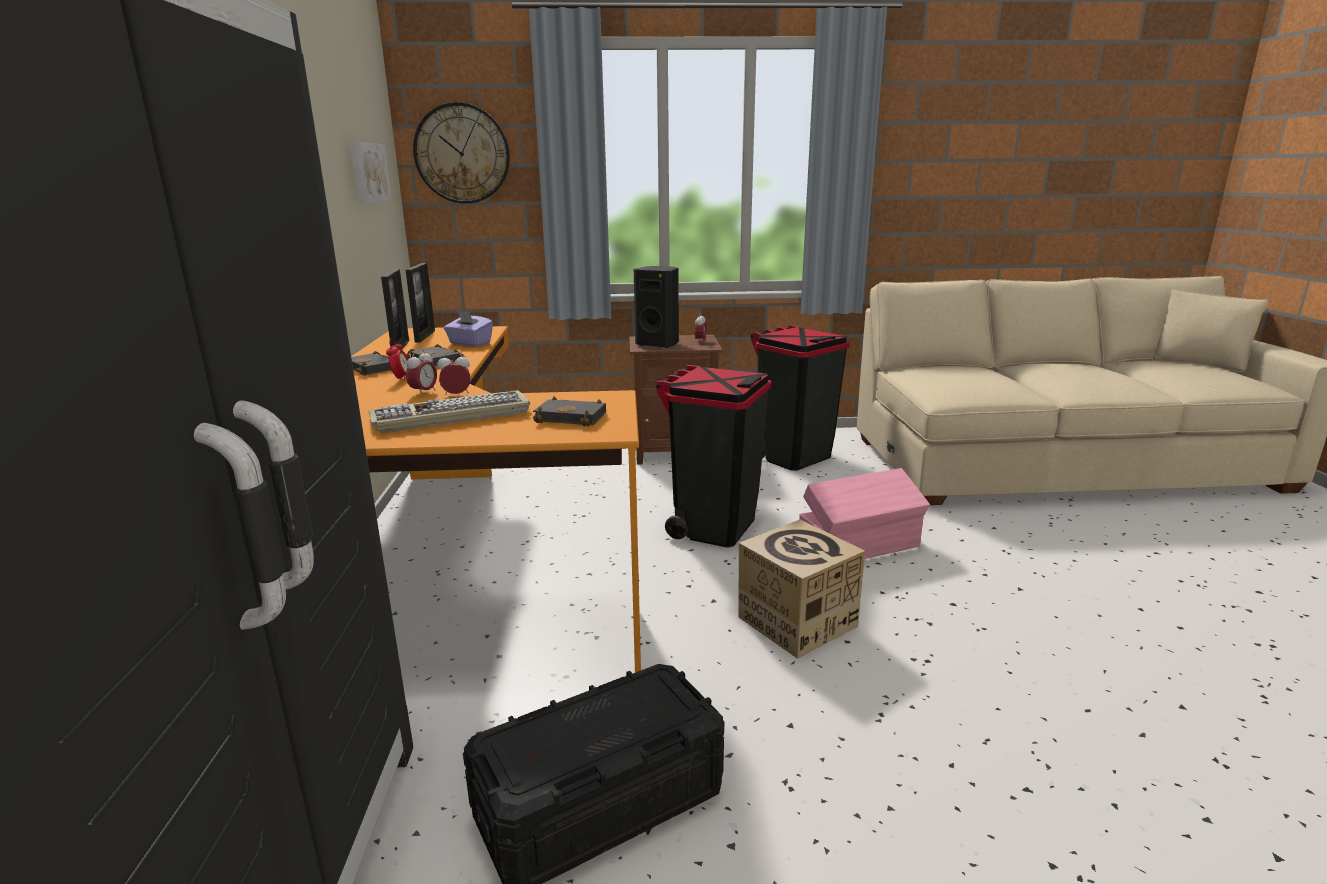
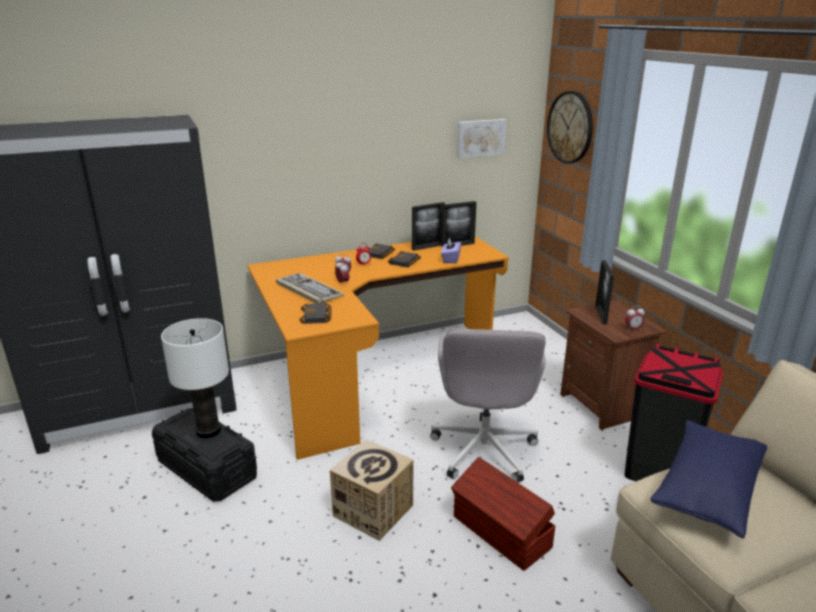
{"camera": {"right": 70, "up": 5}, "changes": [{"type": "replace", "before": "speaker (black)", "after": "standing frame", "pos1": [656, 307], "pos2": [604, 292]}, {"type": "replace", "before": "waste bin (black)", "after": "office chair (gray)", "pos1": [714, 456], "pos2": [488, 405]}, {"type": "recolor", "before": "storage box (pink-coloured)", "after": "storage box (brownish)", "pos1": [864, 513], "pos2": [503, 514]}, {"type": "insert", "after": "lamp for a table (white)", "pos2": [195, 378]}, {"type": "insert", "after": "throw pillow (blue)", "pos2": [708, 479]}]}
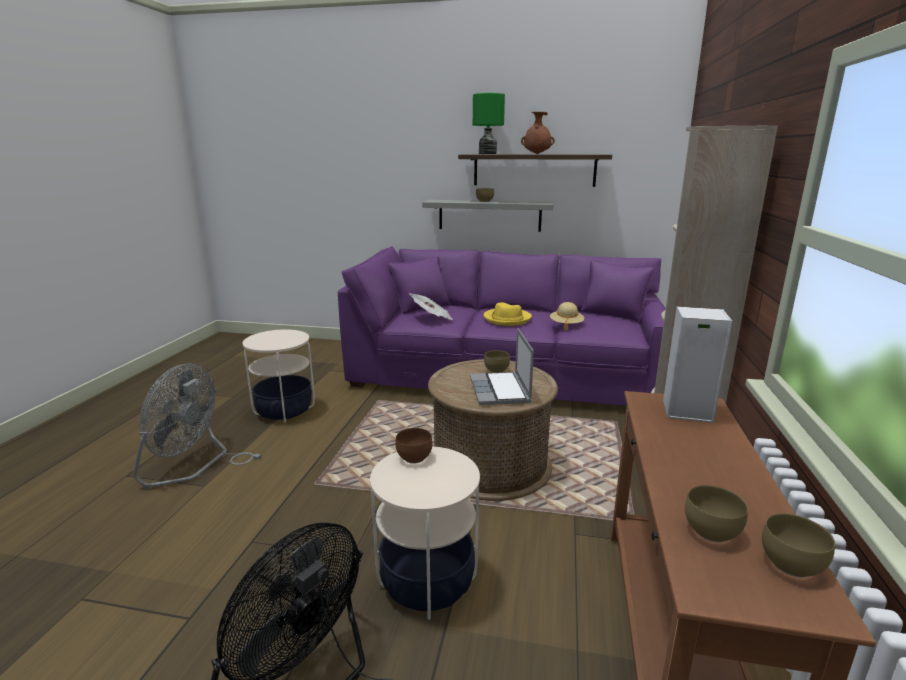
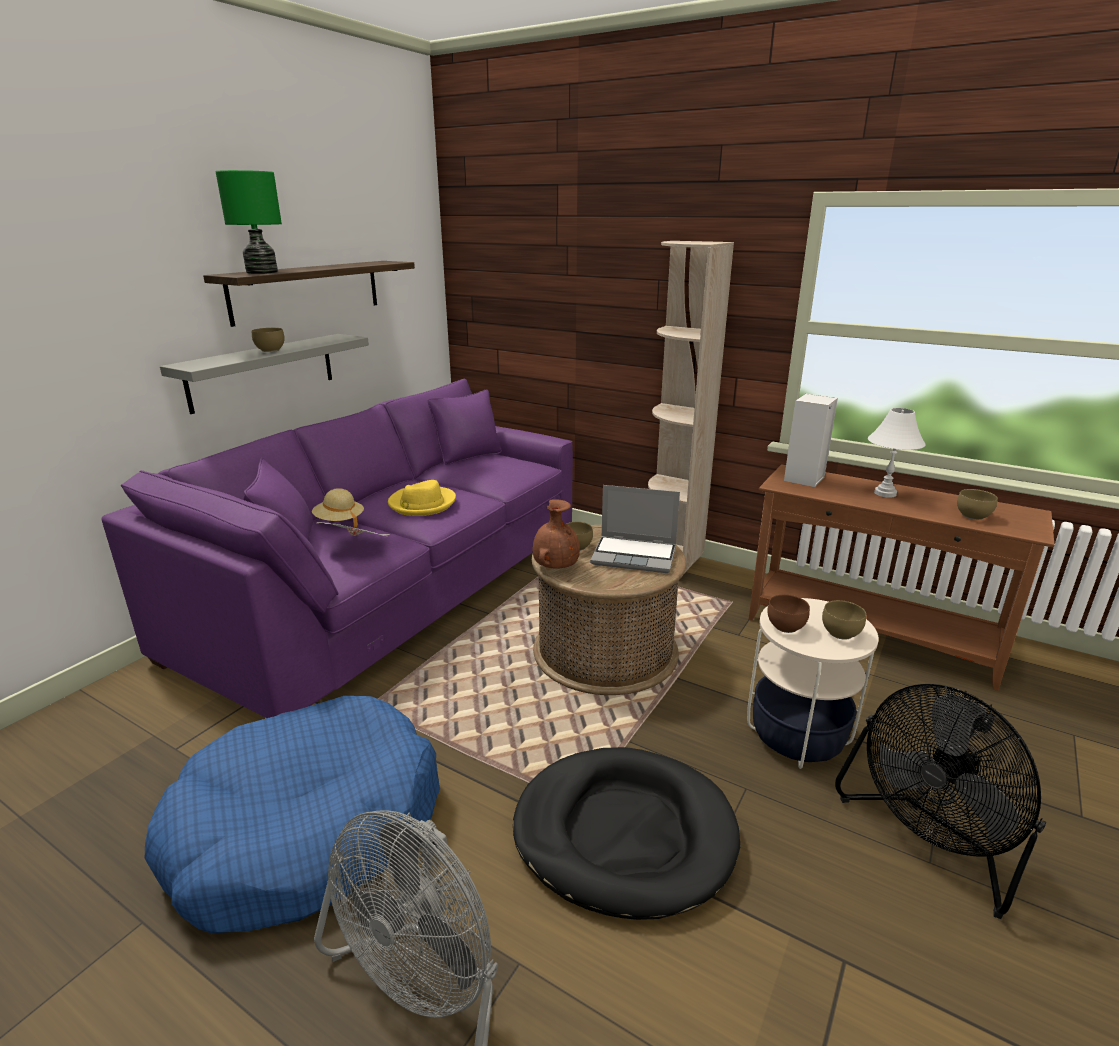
{"camera": {"right": -70, "up": 5}, "changes": [{"type": "replace", "before": "end table (sand-coloured)", "after": "dog cushion (blue)", "pos1": [279, 376], "pos2": [292, 814]}, {"type": "move", "before": "flower vase (brownish)", "pos1": [538, 133], "pos2": [556, 534]}, {"type": "move", "before": "wearable hat (sand-coloured)", "pos1": [567, 316], "pos2": [338, 507]}, {"type": "move", "before": "serving bowl (brownish)", "pos1": [798, 545], "pos2": [844, 620]}, {"type": "insert", "after": "dog cushion (black)", "pos2": [627, 833]}, {"type": "insert", "after": "lamp for a table (white)", "pos2": [897, 453]}]}
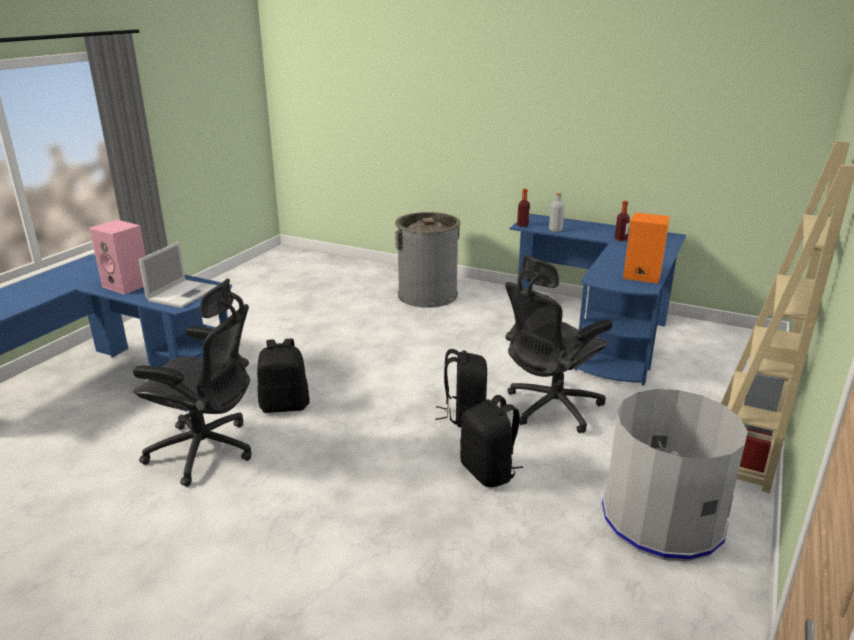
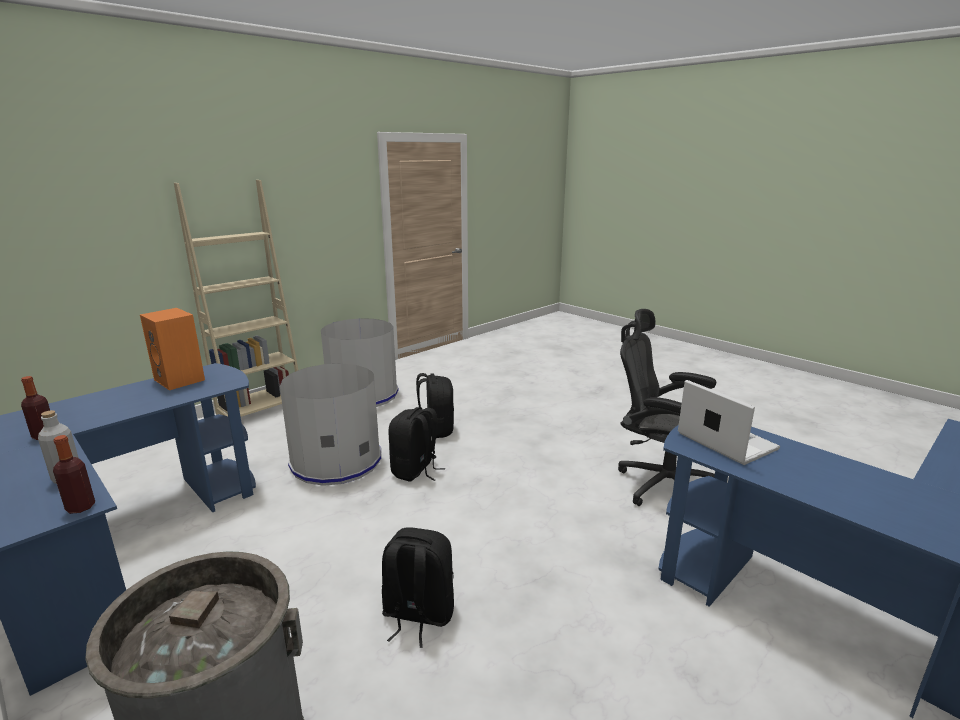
{"camera": {"right": -160, "up": -5}, "changes": [{"type": "delete", "before": "speaker (pink-coloured)", "pos1": [117, 257]}, {"type": "rotate", "before": "laptop", "pos1": [178, 275], "pos2": [729, 422], "turn": 105}, {"type": "move", "before": "backpack (black)", "pos1": [283, 376], "pos2": [418, 587]}, {"type": "replace", "before": "office chair", "after": "waste bin (gray)", "pos1": [558, 344], "pos2": [330, 424]}]}
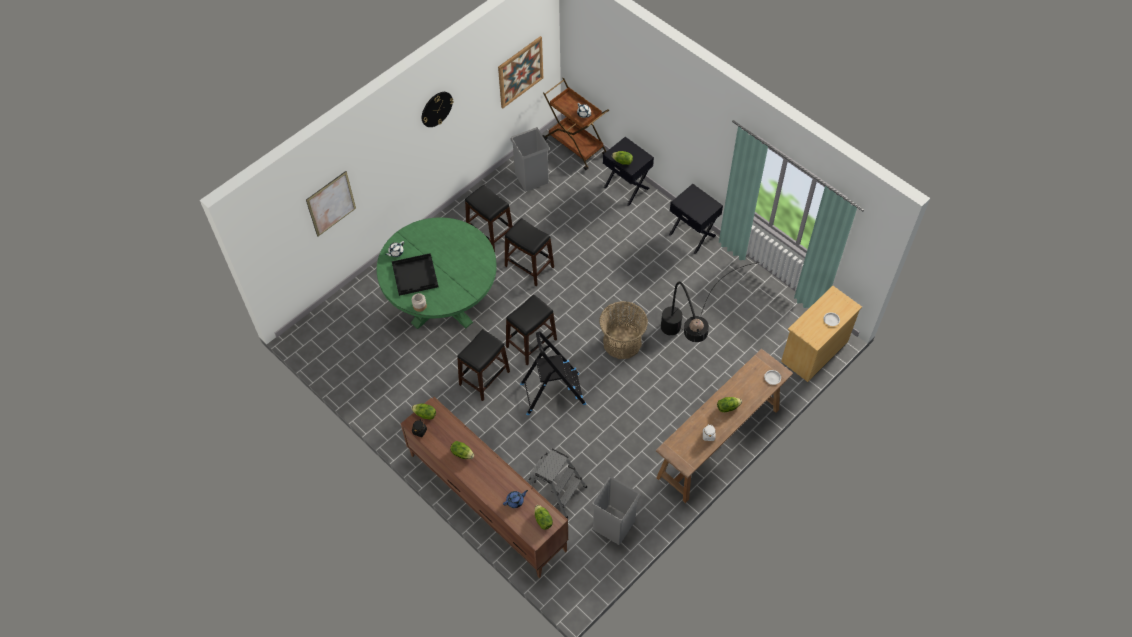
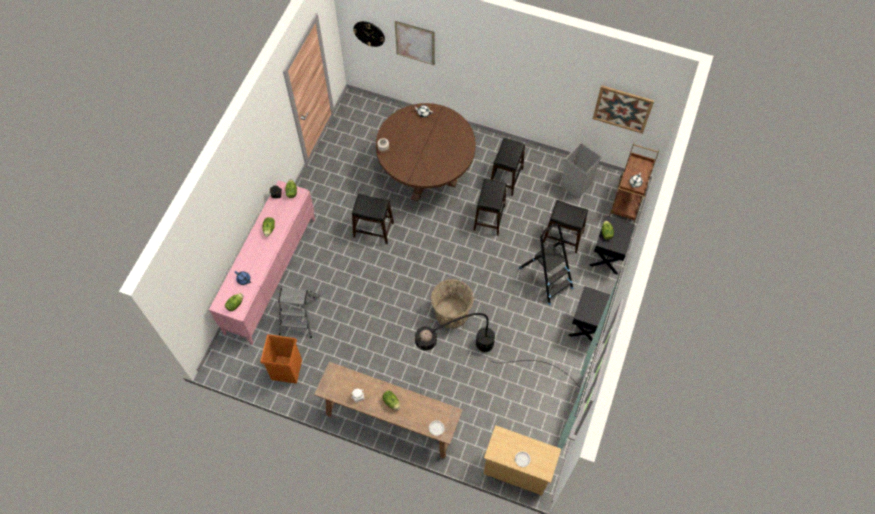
{"camera": {"right": 65, "up": 5}, "changes": [{"type": "recolor", "before": "dining table (greenish)", "after": "dining table (brownish)", "pos1": [437, 273], "pos2": [426, 152]}, {"type": "delete", "before": "serving tray (black)", "pos1": [415, 274]}, {"type": "recolor", "before": "cabinet (brownish)", "after": "cabinet (pink-coloured)", "pos1": [484, 487], "pos2": [262, 262]}, {"type": "move", "before": "clock on the wall", "pos1": [438, 109], "pos2": [369, 34]}, {"type": "move", "before": "stool seat (black)", "pos1": [531, 330], "pos2": [565, 226]}, {"type": "move", "before": "stepladder (black)", "pos1": [553, 373], "pos2": [546, 264]}, {"type": "recolor", "before": "waste bin (gray)", "after": "waste bin (orange-coloured)", "pos1": [615, 510], "pos2": [281, 359]}]}
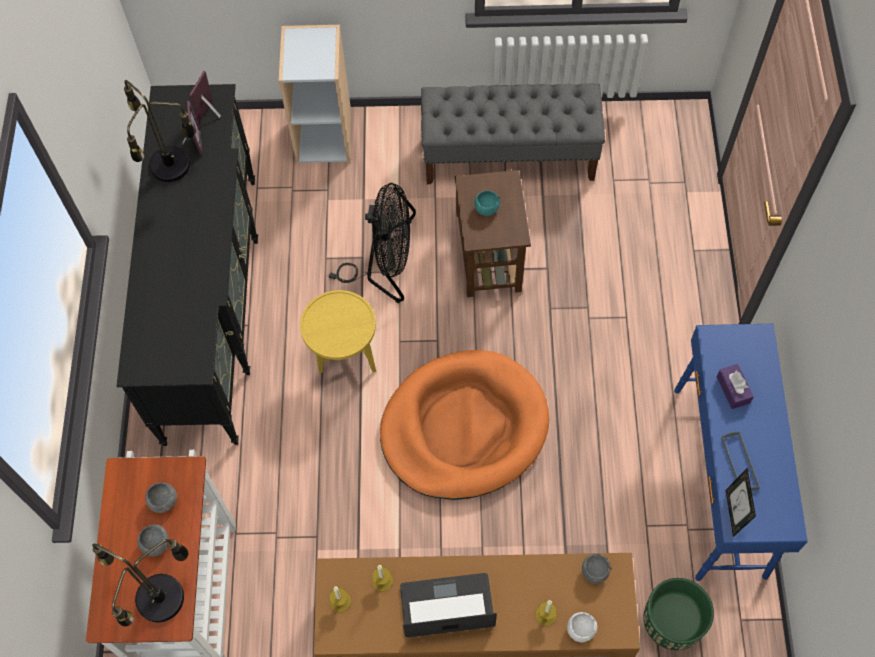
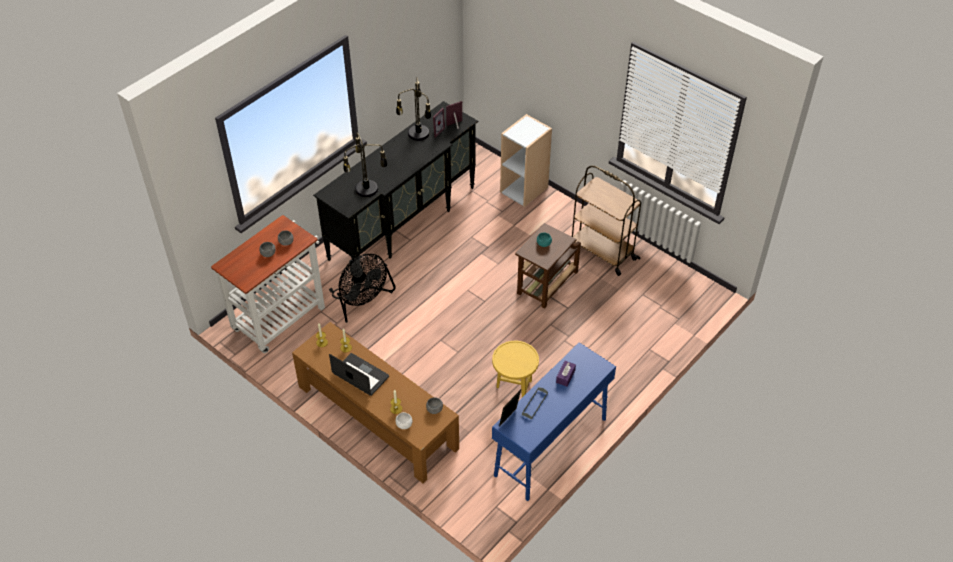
{"camera": {"right": 40, "up": -15}, "changes": [{"type": "move", "before": "lamp for a table", "pos1": [140, 582], "pos2": [365, 164]}, {"type": "move", "before": "end table (yellowish)", "pos1": [338, 331], "pos2": [515, 369]}, {"type": "move", "before": "electric fan (black)", "pos1": [372, 243], "pos2": [362, 288]}, {"type": "delete", "before": "dog cushion (orange-coloured)", "pos1": [464, 425]}, {"type": "replace", "before": "long seat (gray)", "after": "cart (brownish)", "pos1": [513, 133], "pos2": [606, 221]}, {"type": "delete", "before": "plant pot (greenish)", "pos1": [678, 614]}]}
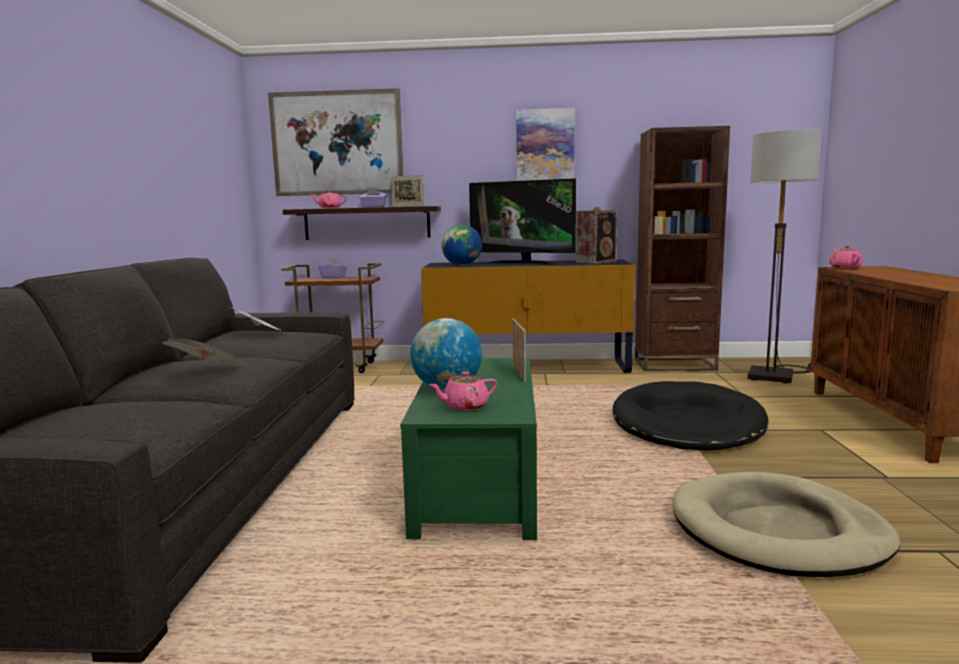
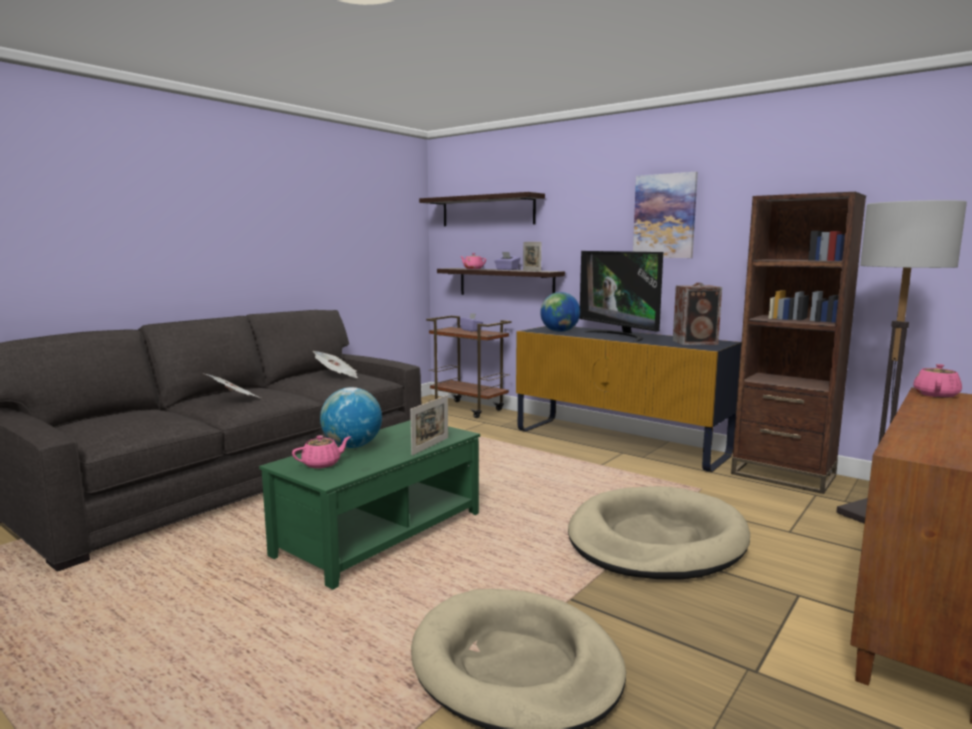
{"camera": {"right": 35, "up": 0}, "changes": [{"type": "replace", "before": "wall picture", "after": "bracket shelf", "pos1": [335, 142], "pos2": [482, 209]}, {"type": "rotate", "before": "teapot (pink-coloured)", "pos1": [463, 391], "pos2": [321, 451], "turn": 135}, {"type": "recolor", "before": "dog cushion (black)", "after": "dog cushion (sand-coloured)", "pos1": [690, 416], "pos2": [659, 533]}]}
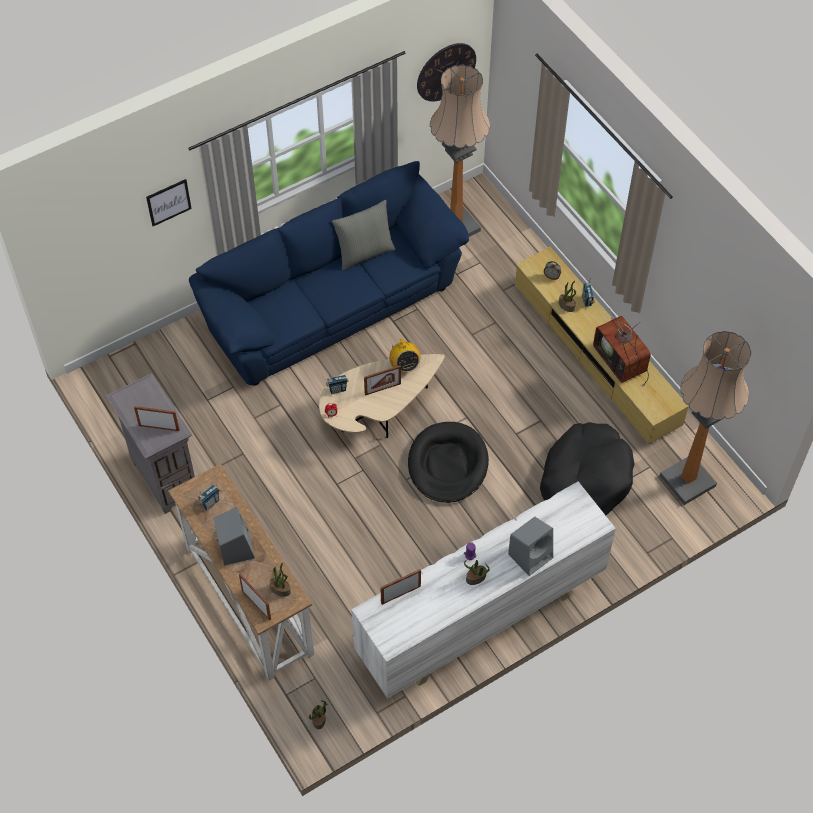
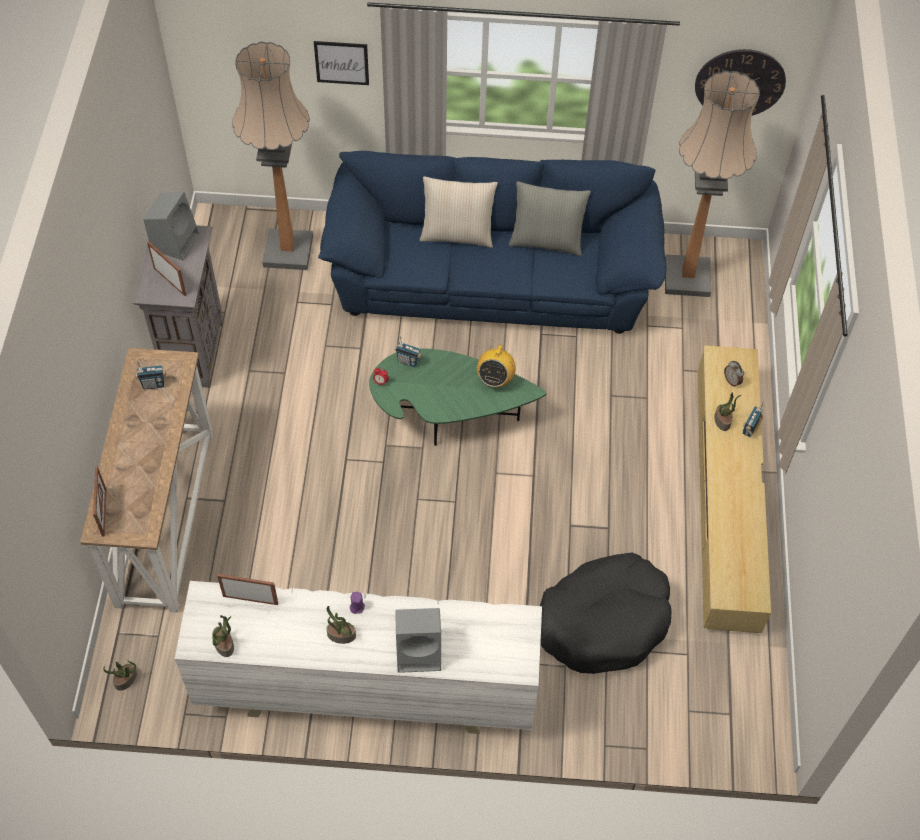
{"camera": {"right": 35, "up": 0}, "changes": [{"type": "move", "before": "speaker (gray)", "pos1": [234, 536], "pos2": [171, 226]}, {"type": "move", "before": "plant in a pot", "pos1": [280, 580], "pos2": [223, 636]}, {"type": "recolor", "before": "coffee table (sand-coloured)", "after": "coffee table (greenish)", "pos1": [382, 396], "pos2": [458, 397]}, {"type": "delete", "before": "standing frame", "pos1": [382, 380]}, {"type": "delete", "before": "dog cushion (black)", "pos1": [448, 462]}, {"type": "delete", "before": "TV", "pos1": [622, 348]}, {"type": "move", "before": "standard lamp", "pos1": [705, 418], "pos2": [272, 156]}, {"type": "insert", "after": "throw pillow (sand-coloured)", "pos2": [459, 212]}]}
